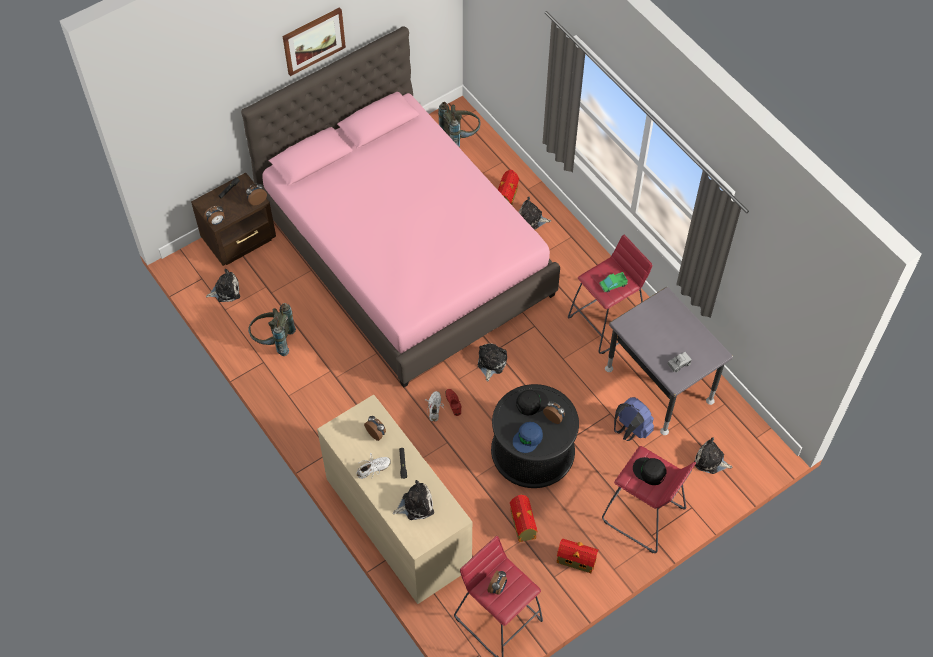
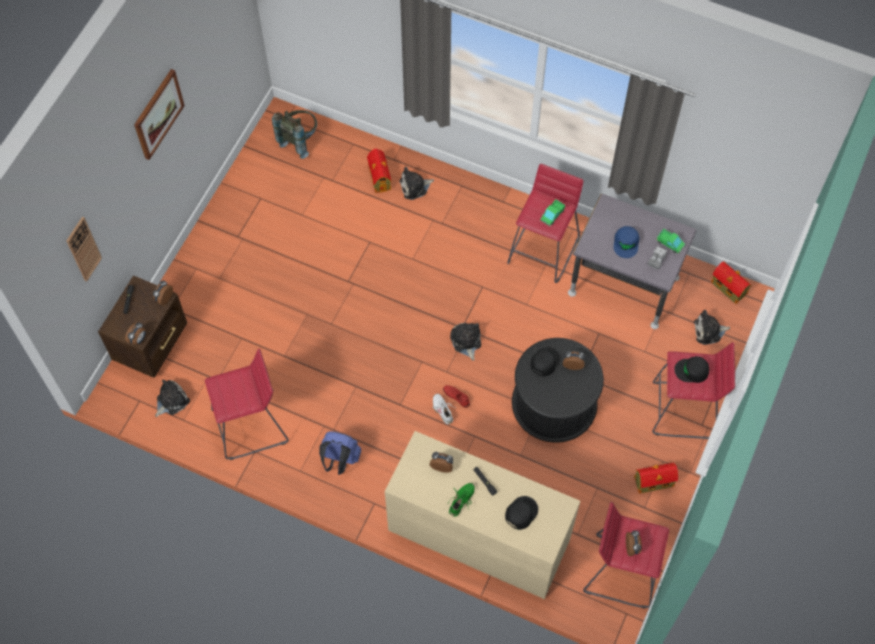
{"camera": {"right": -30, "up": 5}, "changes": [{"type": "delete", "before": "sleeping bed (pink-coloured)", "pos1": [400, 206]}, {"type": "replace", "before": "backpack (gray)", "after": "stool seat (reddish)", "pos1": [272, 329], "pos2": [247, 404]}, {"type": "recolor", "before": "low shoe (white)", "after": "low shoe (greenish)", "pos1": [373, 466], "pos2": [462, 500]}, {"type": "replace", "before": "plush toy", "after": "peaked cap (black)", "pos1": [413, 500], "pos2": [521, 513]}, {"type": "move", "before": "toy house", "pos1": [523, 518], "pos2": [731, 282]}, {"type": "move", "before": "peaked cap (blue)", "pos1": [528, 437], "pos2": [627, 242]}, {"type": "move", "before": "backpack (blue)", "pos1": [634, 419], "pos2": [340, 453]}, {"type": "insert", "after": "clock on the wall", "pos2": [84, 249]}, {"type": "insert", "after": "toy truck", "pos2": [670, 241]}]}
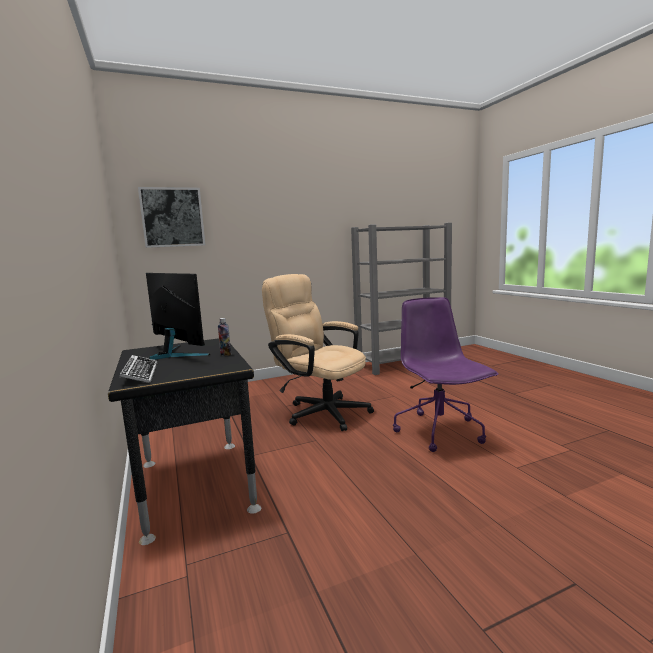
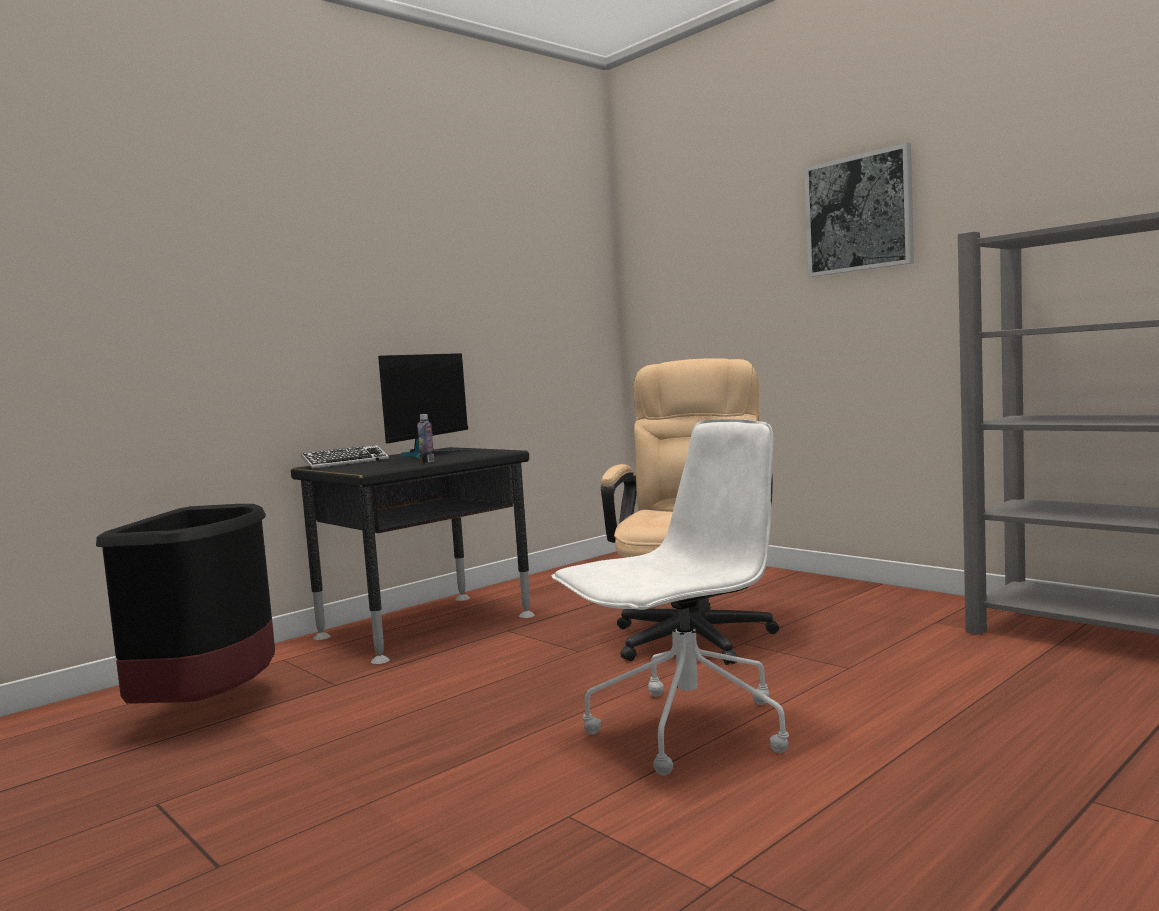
{"camera": {"right": 70, "up": -5}, "changes": [{"type": "move", "before": "wall picture", "pos1": [171, 217], "pos2": [859, 210]}, {"type": "recolor", "before": "office chair (purple)", "after": "office chair (white)", "pos1": [446, 374], "pos2": [670, 597]}, {"type": "insert", "after": "waste bin (black)", "pos2": [185, 604]}]}
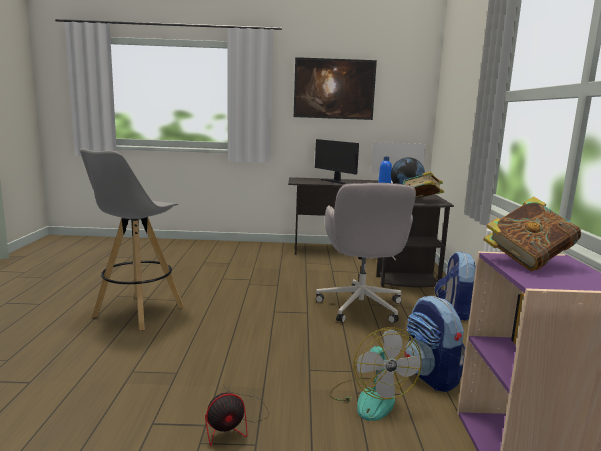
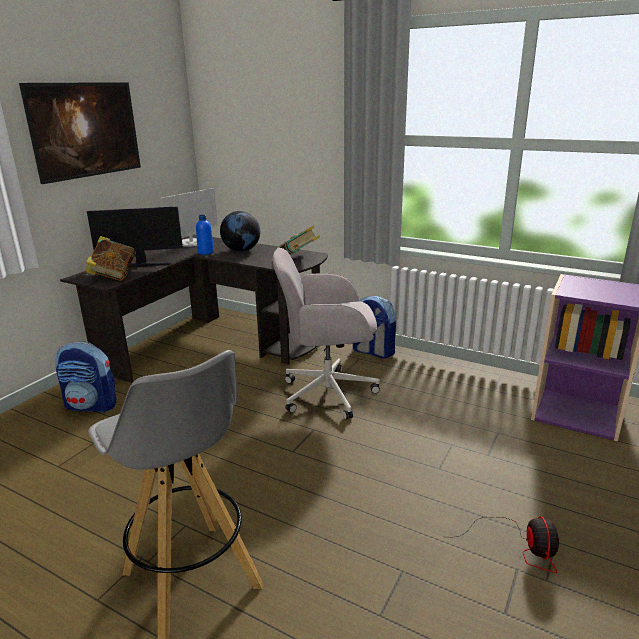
{"camera": {"right": -60, "up": 10}, "changes": [{"type": "rotate", "before": "office chair (gray)", "pos1": [366, 253], "pos2": [326, 334], "turn": 150}, {"type": "delete", "before": "electric fan", "pos1": [375, 374]}, {"type": "move", "before": "backpack", "pos1": [435, 344], "pos2": [86, 376]}, {"type": "move", "before": "volume", "pos1": [532, 234], "pos2": [110, 258]}]}
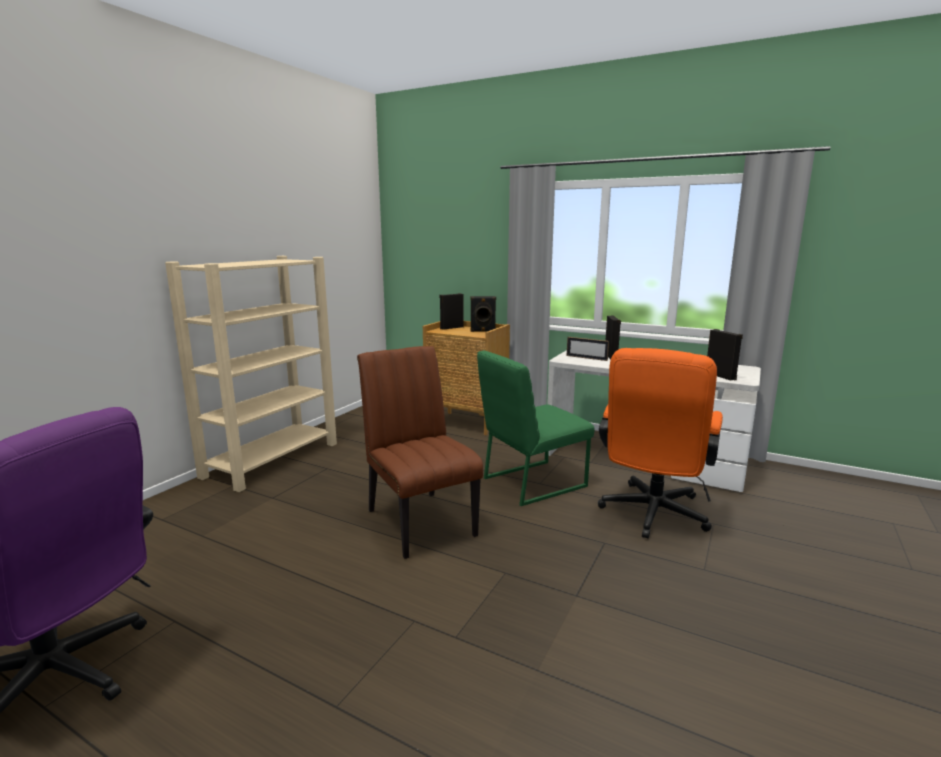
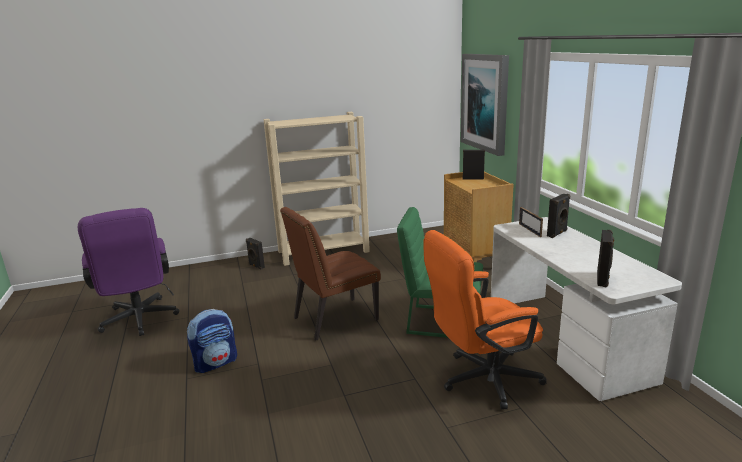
{"camera": {"right": 45, "up": 5}, "changes": [{"type": "rotate", "before": "upright chair (brownish)", "pos1": [420, 452], "pos2": [330, 274], "turn": -135}, {"type": "move", "before": "speaker (black)", "pos1": [483, 314], "pos2": [255, 253]}, {"type": "insert", "after": "backpack", "pos2": [212, 341]}, {"type": "insert", "after": "wall picture", "pos2": [485, 105]}]}
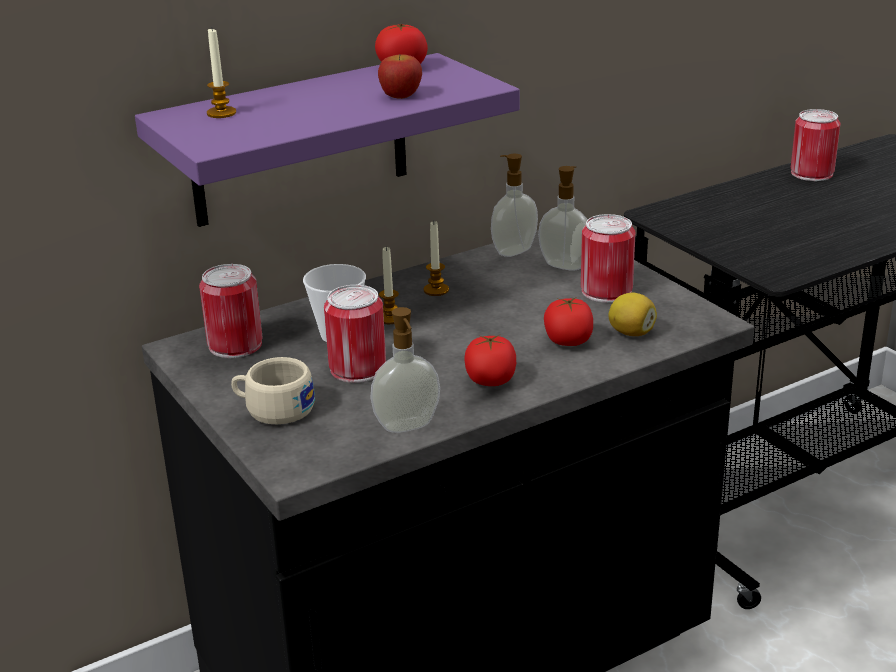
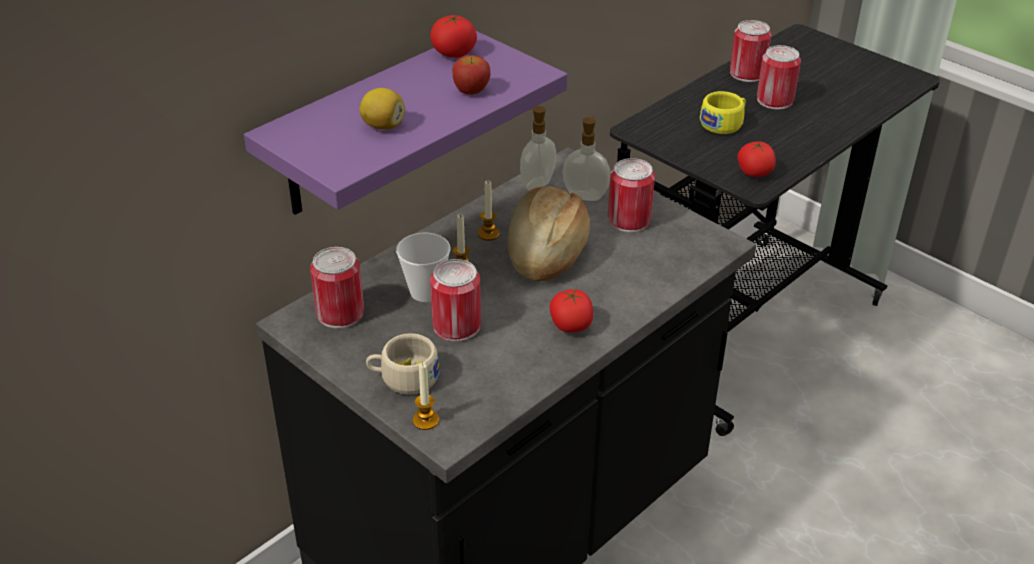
{"camera": {"right": -15, "up": 10}, "changes": [{"type": "move", "before": "candle", "pos1": [221, 73], "pos2": [426, 396]}, {"type": "delete", "before": "liquid soap bottle", "pos1": [405, 370]}, {"type": "move", "before": "fresh tomato", "pos1": [568, 321], "pos2": [757, 159]}, {"type": "move", "before": "lemon", "pos1": [632, 314], "pos2": [382, 109]}, {"type": "insert", "after": "bakery bread", "pos2": [549, 233]}, {"type": "insert", "after": "cup (yellowish)", "pos2": [723, 112]}, {"type": "insert", "after": "can", "pos2": [779, 77]}]}
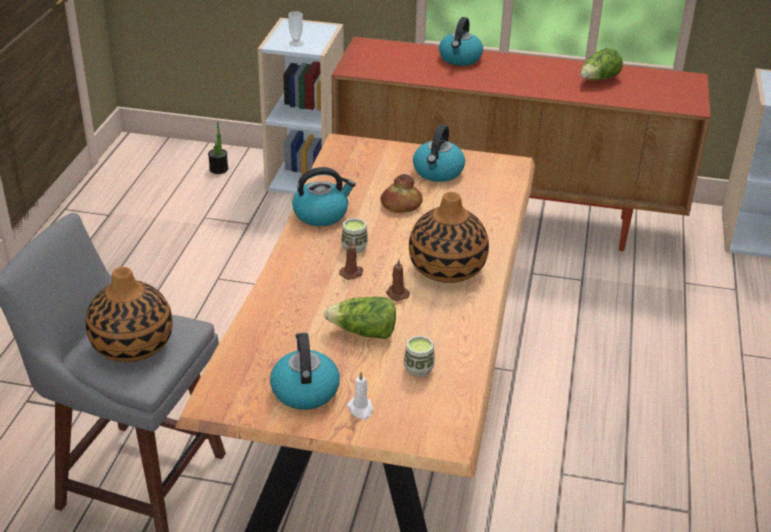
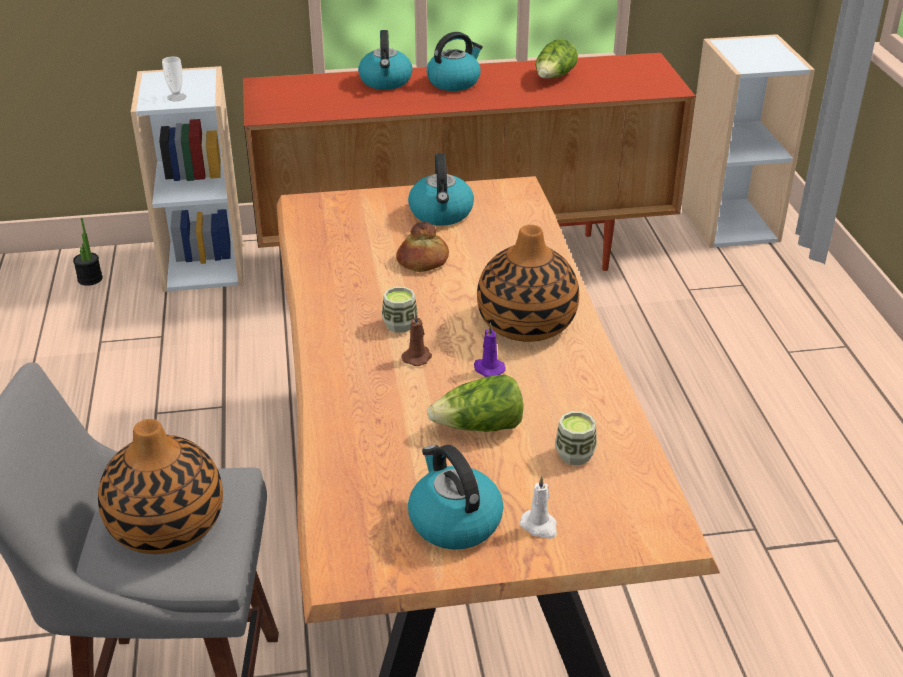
{"camera": {"right": -20, "up": 0}, "changes": [{"type": "move", "before": "water kettle", "pos1": [324, 196], "pos2": [455, 61]}, {"type": "recolor", "before": "candle (brownish)", "after": "candle (purple)", "pos1": [398, 280], "pos2": [490, 350]}]}
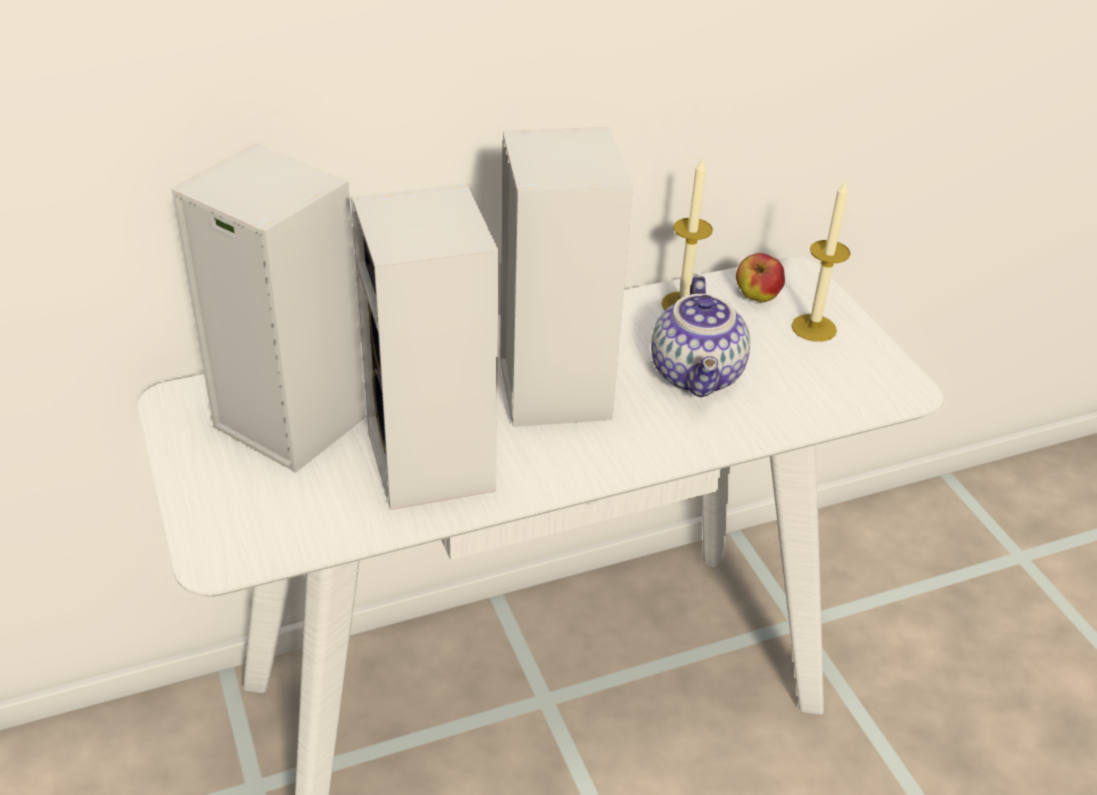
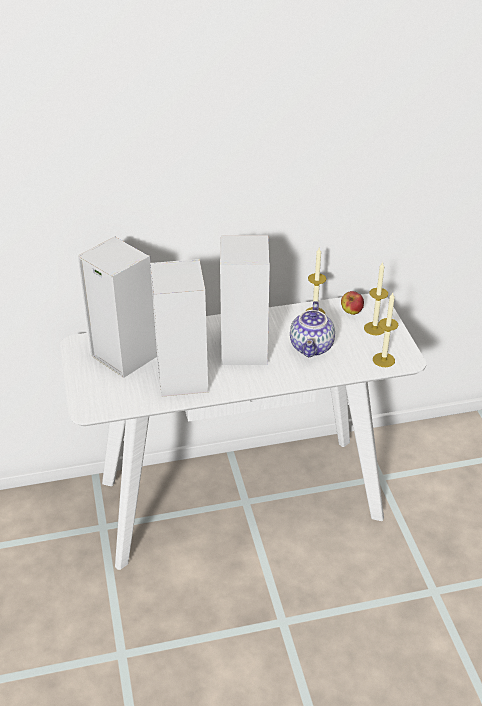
{"camera": {"right": 10, "up": 0}, "changes": [{"type": "insert", "after": "candle", "pos2": [385, 330]}]}
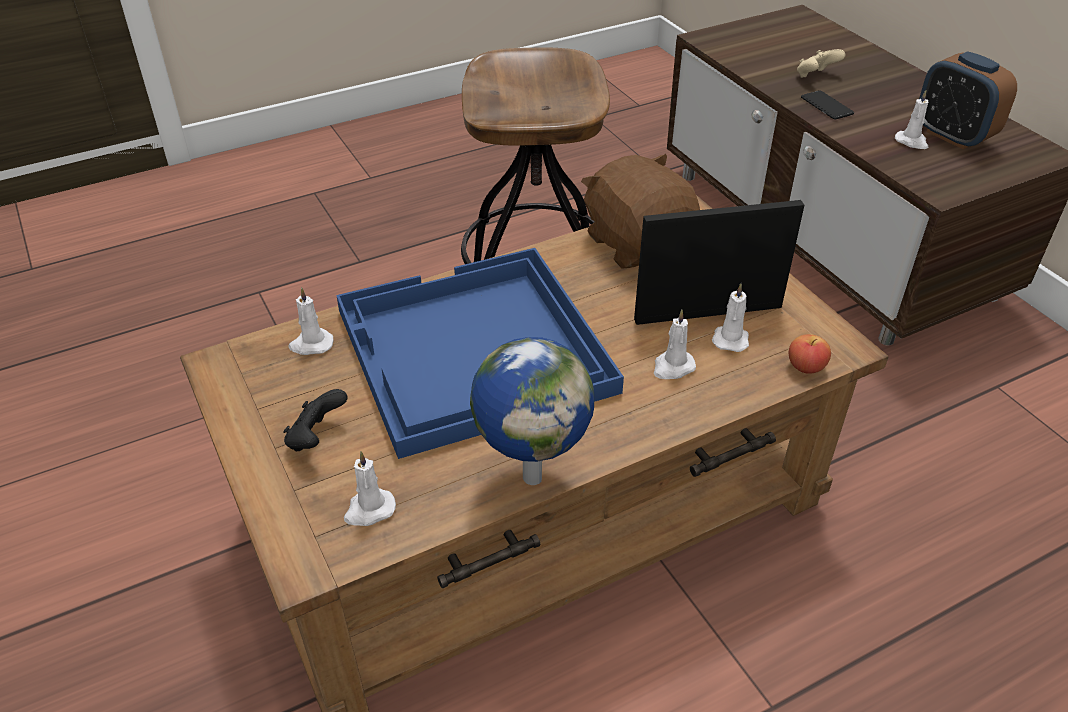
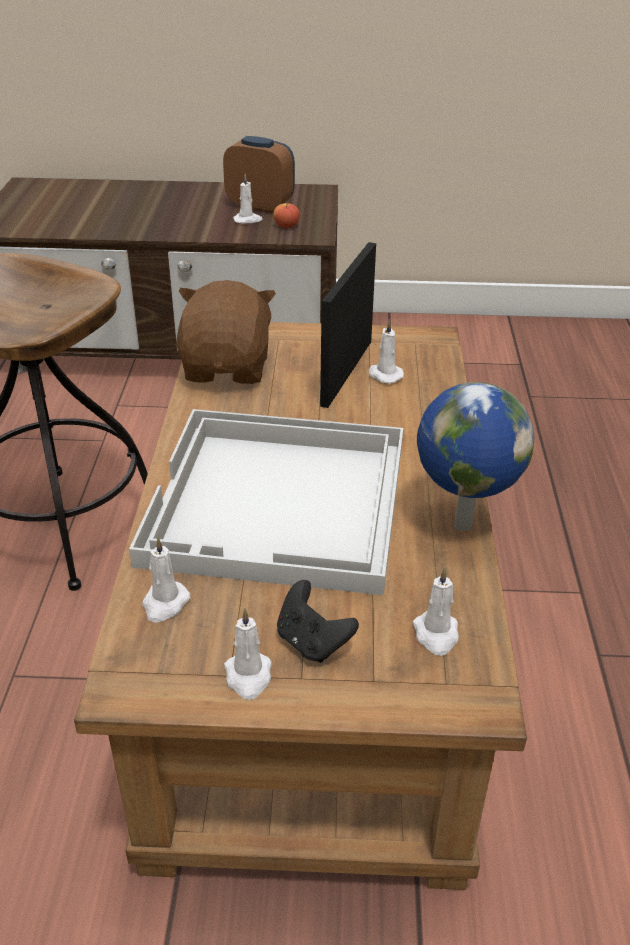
{"camera": {"right": -60, "up": -5}, "changes": [{"type": "recolor", "before": "serving tray (blue)", "after": "serving tray (white)", "pos1": [480, 353], "pos2": [266, 502]}, {"type": "rotate", "before": "plush toy (brownish)", "pos1": [640, 211], "pos2": [226, 332], "turn": 90}, {"type": "move", "before": "candle (white)", "pos1": [675, 344], "pos2": [248, 654]}, {"type": "move", "before": "whole apple", "pos1": [810, 354], "pos2": [286, 214]}, {"type": "delete", "before": "game controller (sand-coloured)", "pos1": [821, 63]}, {"type": "delete", "before": "phone", "pos1": [827, 105]}, {"type": "rotate", "before": "bedside clock", "pos1": [968, 100], "pos2": [259, 174], "turn": -150}]}
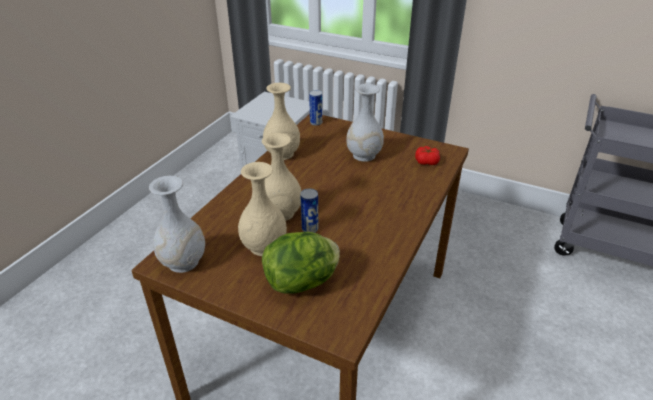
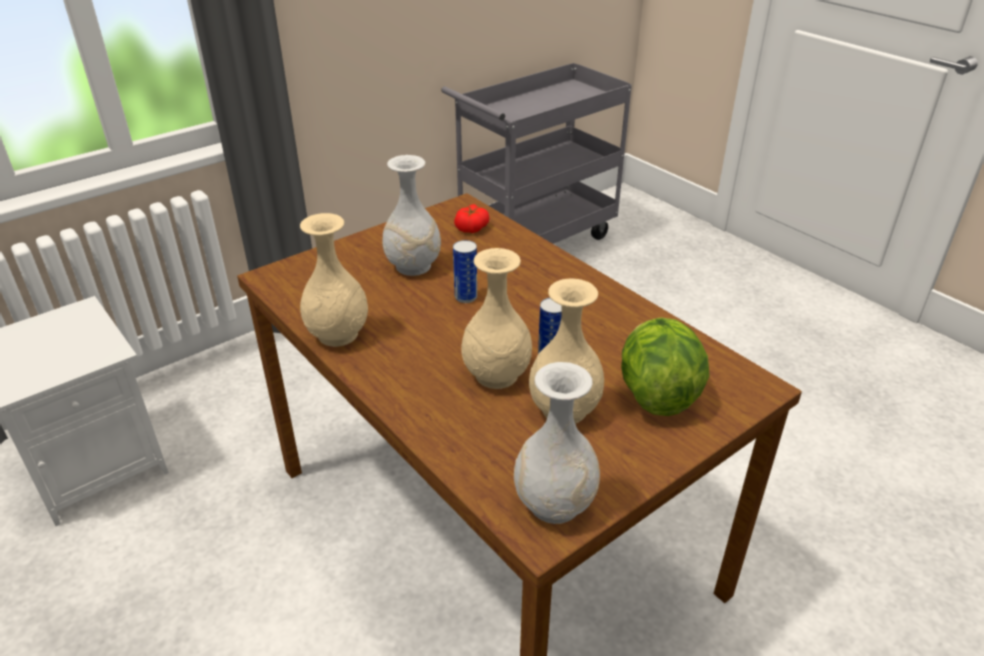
{"camera": {"right": -65, "up": 0}, "changes": [{"type": "move", "before": "can", "pos1": [315, 107], "pos2": [465, 271]}]}
